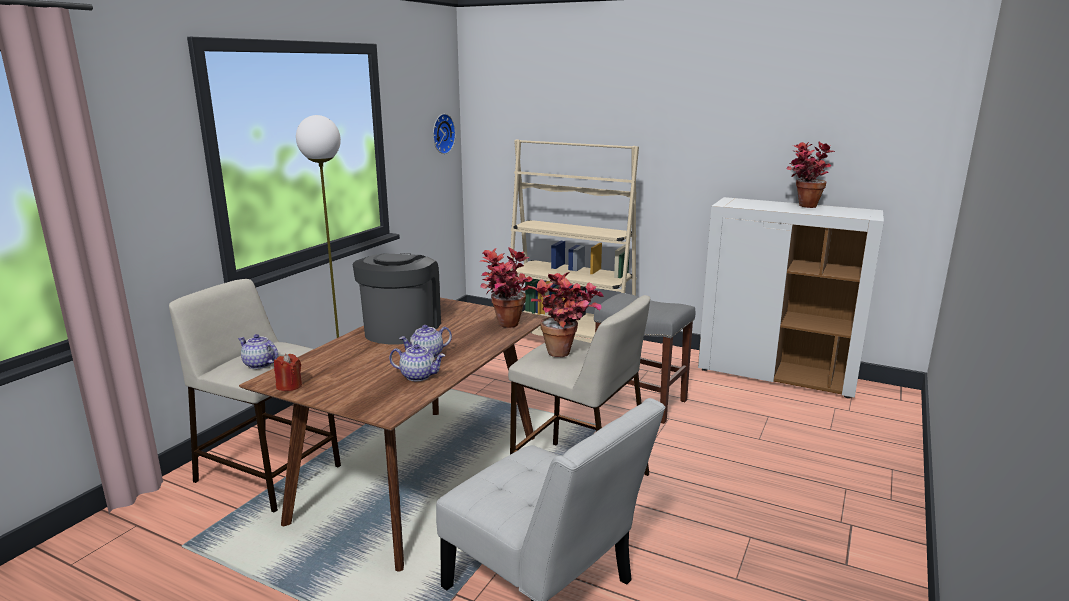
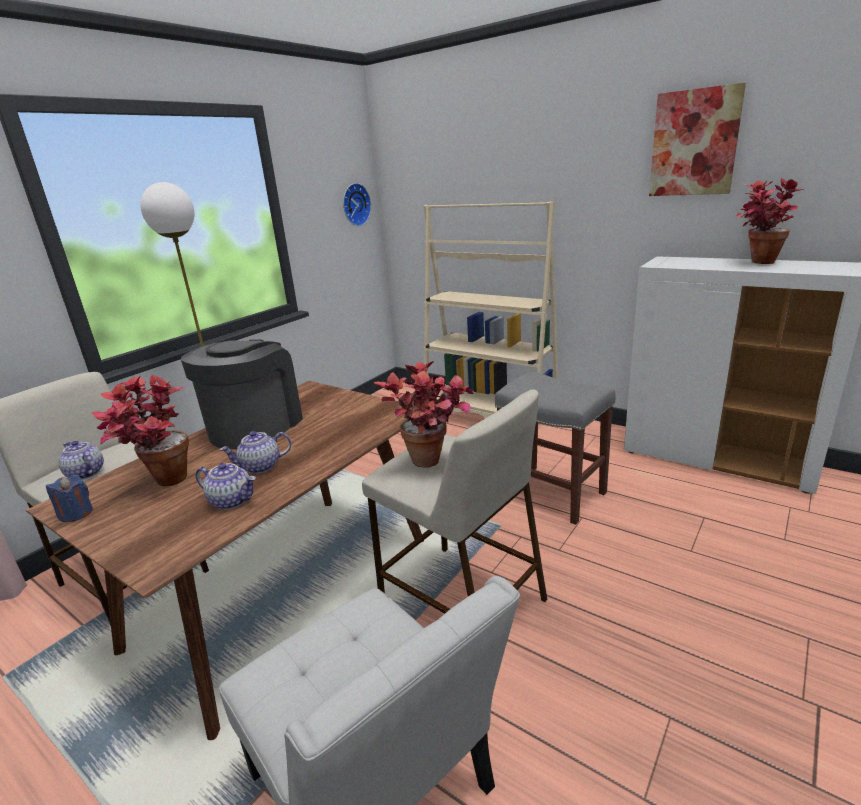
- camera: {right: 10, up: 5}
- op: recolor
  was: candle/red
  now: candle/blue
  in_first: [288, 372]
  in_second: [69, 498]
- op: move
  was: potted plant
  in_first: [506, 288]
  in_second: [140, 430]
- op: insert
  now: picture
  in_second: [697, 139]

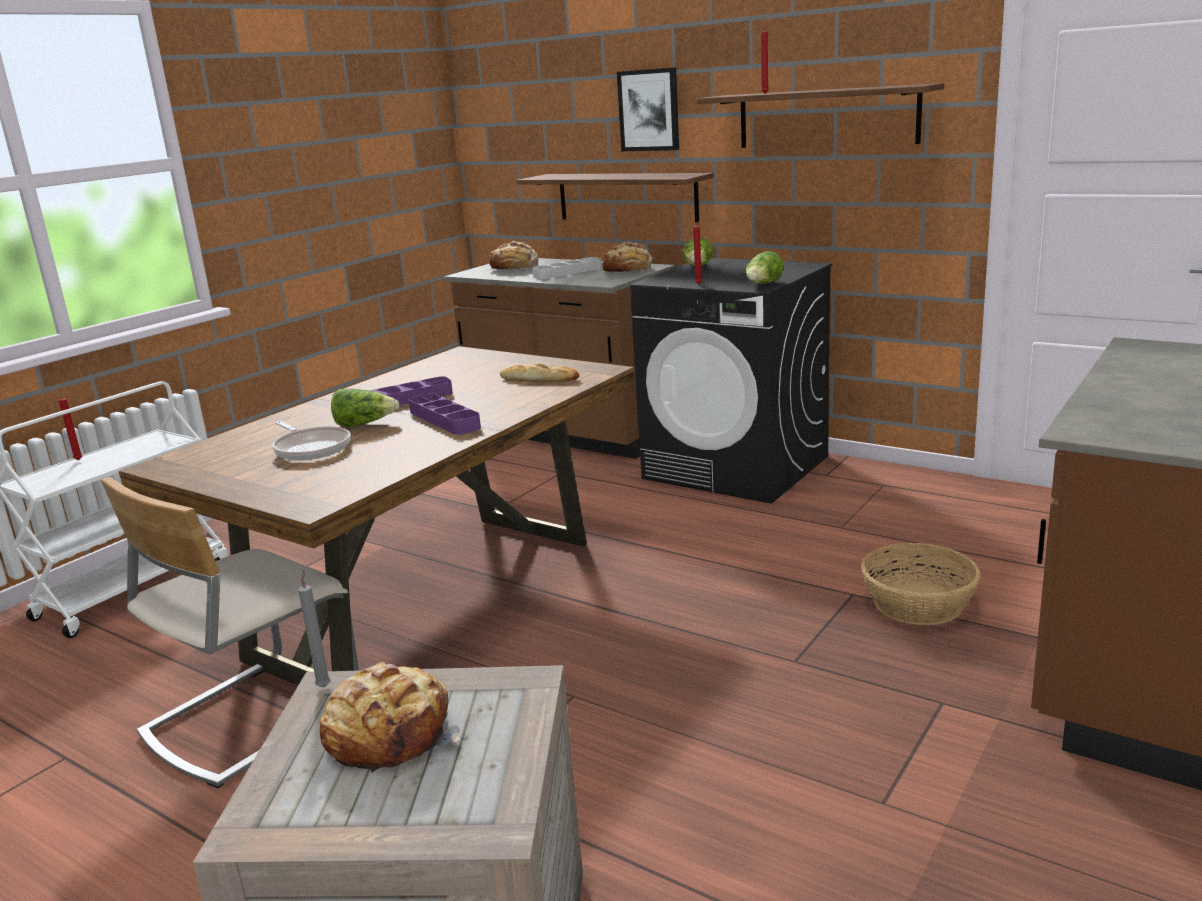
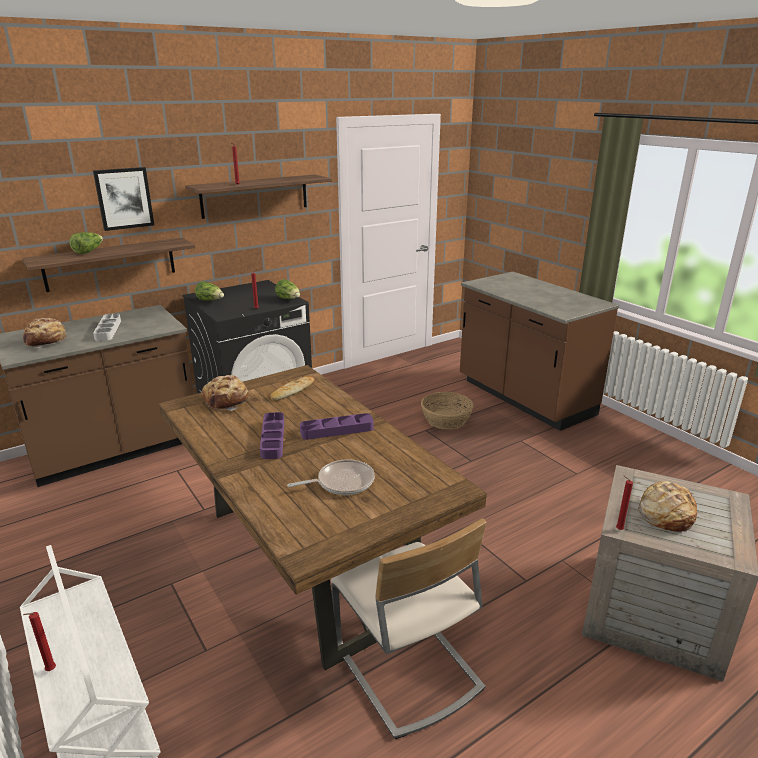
- camera: {right: -70, up: 5}
- op: recolor
  was: candle/grey
  now: candle/red
  in_first: [314, 629]
  in_second: [624, 502]
- op: move
  was: lettuce
  in_first: [365, 407]
  in_second: [86, 243]
- op: move
  was: bread
  in_first: [628, 257]
  in_second: [226, 393]

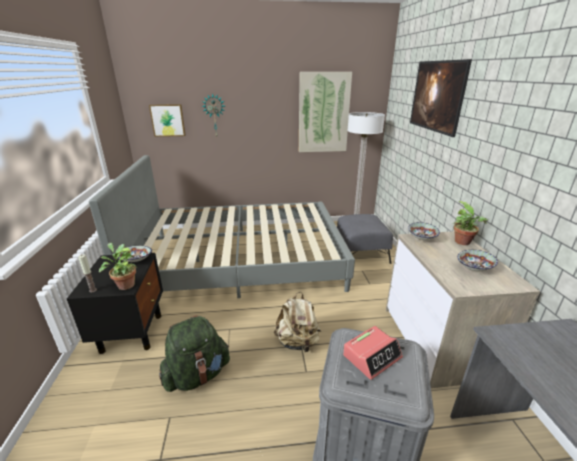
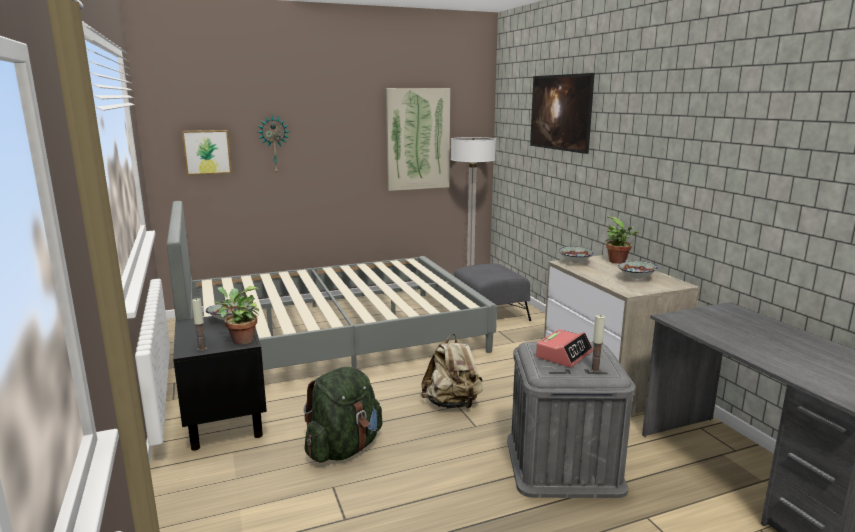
- camera: {right: -15, up: -10}
- op: insert
  now: candle
  in_second: [597, 343]

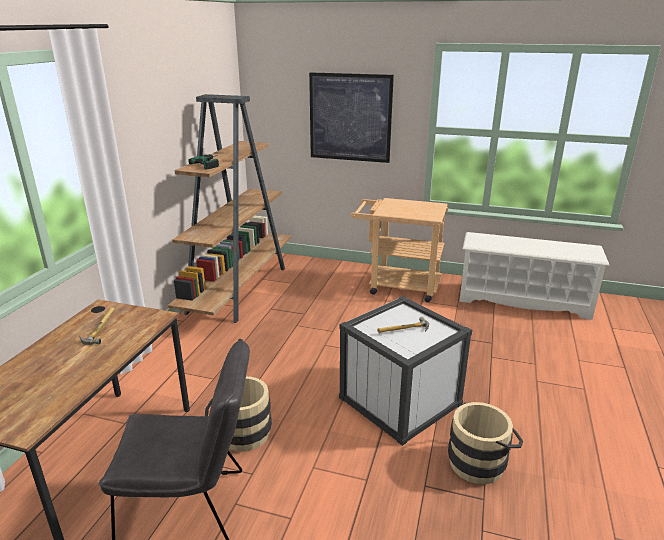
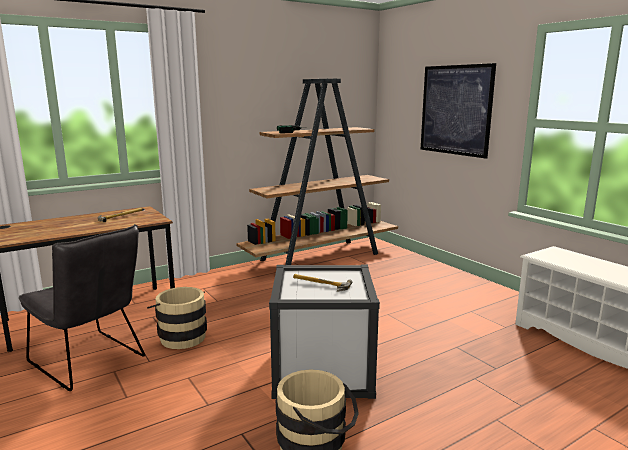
- camera: {right: 40, up: -10}
- op: delete
  was: cart/beige
  in_first: [399, 250]

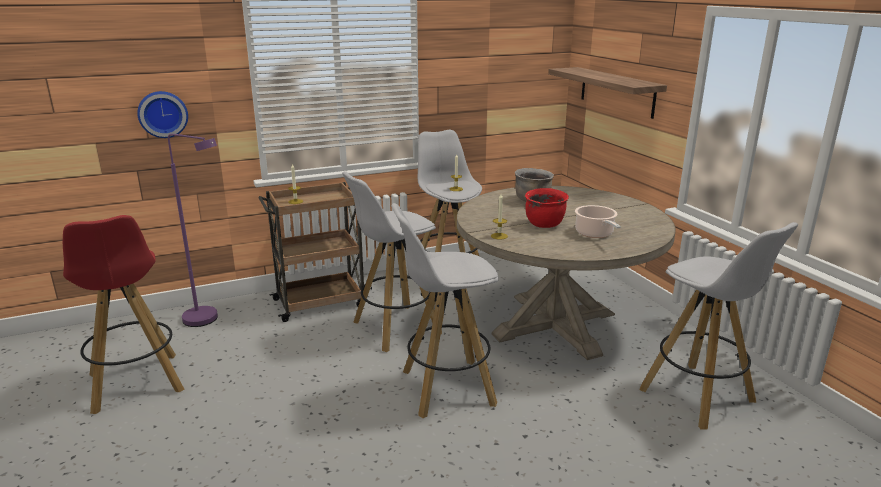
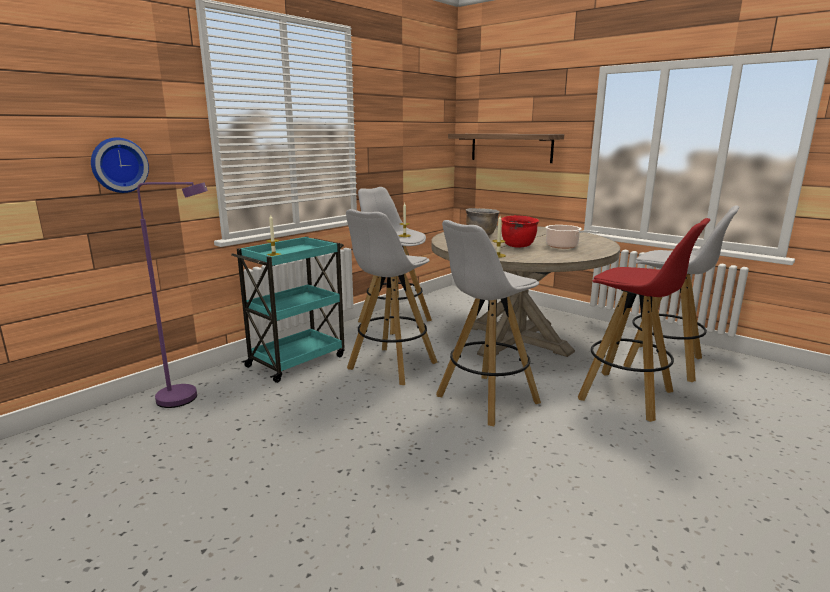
- camera: {right: -25, up: -5}
- op: move
  was: stool/red
  in_first: [123, 314]
  in_second: [644, 320]
- op: recolor
  was: cart/brown
  now: cart/turquoise
  in_first: [311, 252]
  in_second: [287, 309]

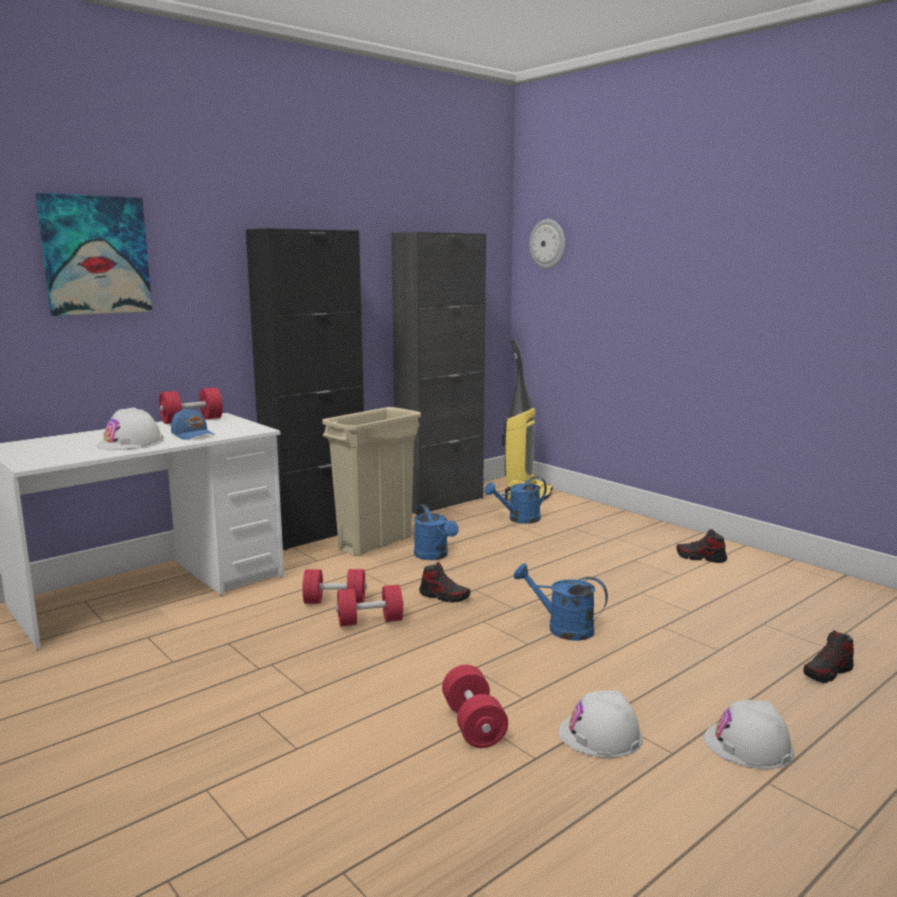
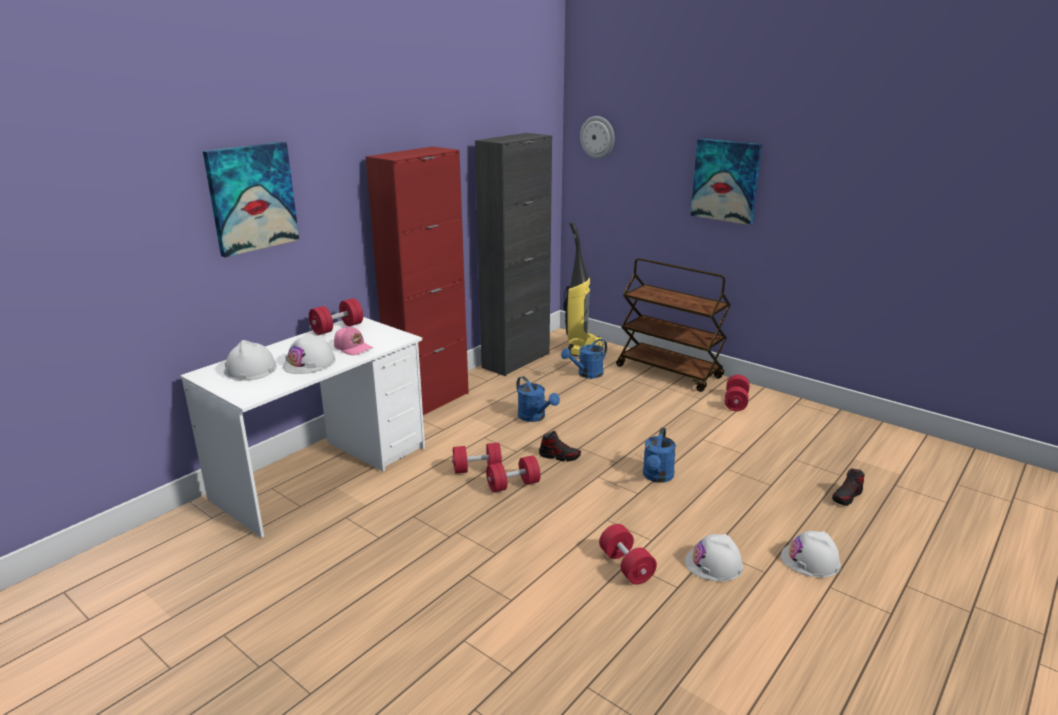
- camera: {right: -10, up: 10}
- op: recolor
  was: cap/blue
  now: cap/pink
  in_first: [193, 423]
  in_second: [353, 340]
- op: recolor
  was: cabinet/black
  now: cabinet/red
  in_first: [305, 389]
  in_second: [417, 280]
- op: delete
  was: trash can/beige
  in_first: [371, 481]
- op: rotate
  was: watering can/blue
  in_first: [560, 602]
  in_second: [659, 455]
  clockwise: -90
- op: replace
  was: shoe
  now: dumbbell/red
  in_first: [701, 546]
  in_second: [737, 393]
- op: insert
  now: hard hat/white
  in_second: [250, 360]
- op: insert
  now: cart/brown
  in_second: [673, 325]
- op: insert
  now: picture
  in_second: [726, 182]

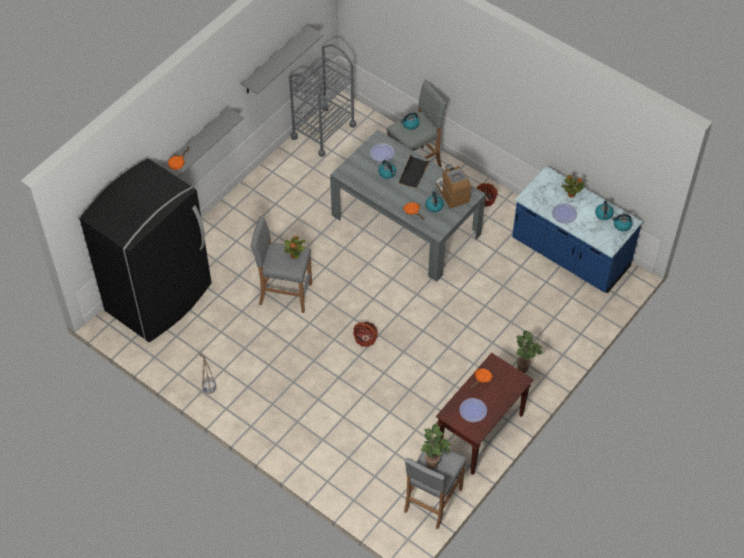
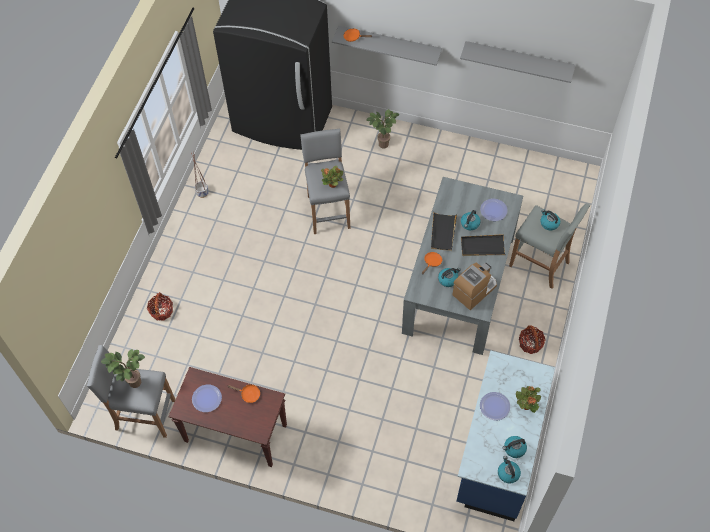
- camera: {right: 70, up: 5}
- op: delete
  was: cart/grey
  in_first: [322, 100]
- op: move
  was: basket
  in_first: [365, 334]
  in_second: [160, 306]
- op: move
  was: potted plant
  in_first: [529, 351]
  in_second: [383, 129]
- op: insert
  now: tray/black
  in_second: [444, 231]

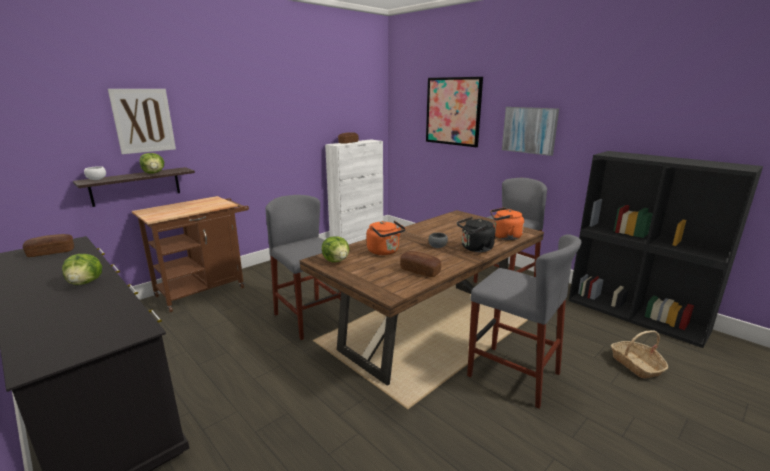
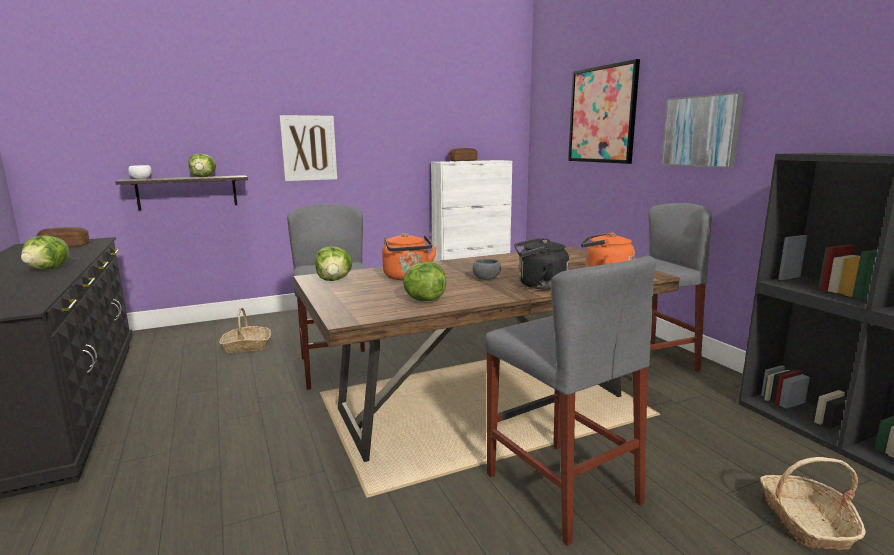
- camera: {right: 20, up: -5}
- op: move
  was: picture
  in_first: [142, 121]
  in_second: [308, 148]
- op: delete
  was: cart/brown
  in_first: [190, 254]
- op: replace
  was: bread
  now: lettuce
  in_first: [420, 264]
  in_second: [424, 281]
- op: insert
  now: basket
  in_second: [245, 330]

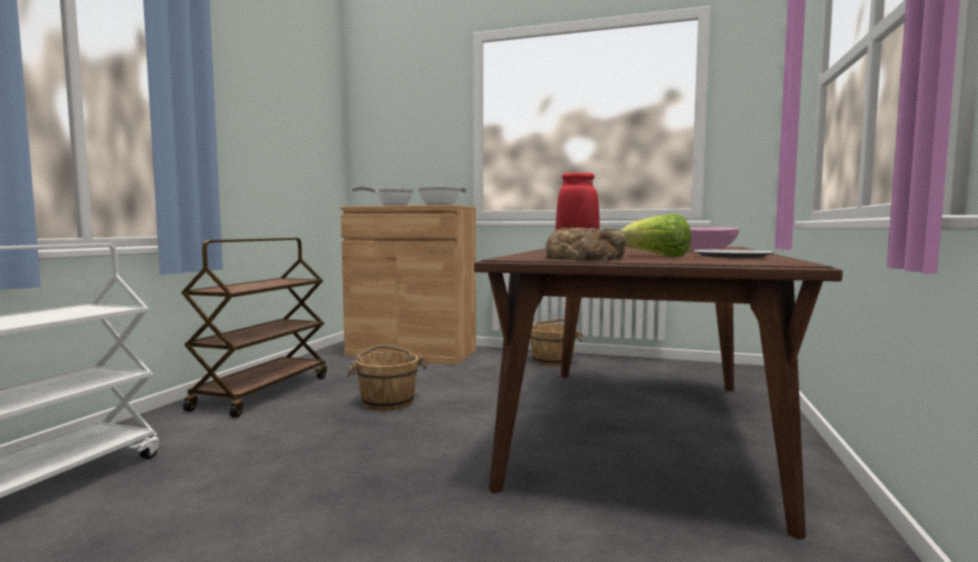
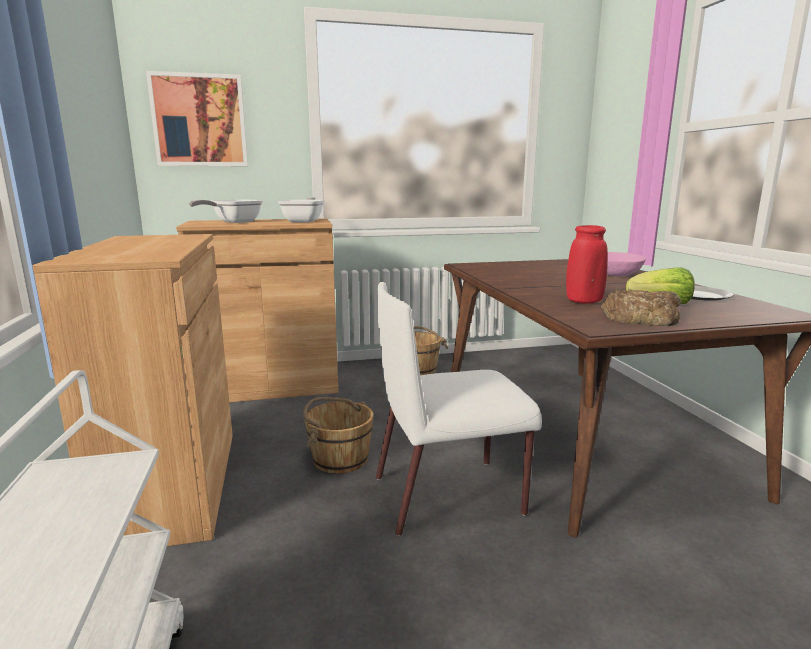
- camera: {right: -30, up: 10}
- op: replace
  was: cart/brown
  now: cabinet/brown
  in_first: [254, 328]
  in_second: [133, 390]
- op: insert
  now: picture
  in_second: [197, 118]
- op: insert
  now: chair/white
  in_second: [459, 409]

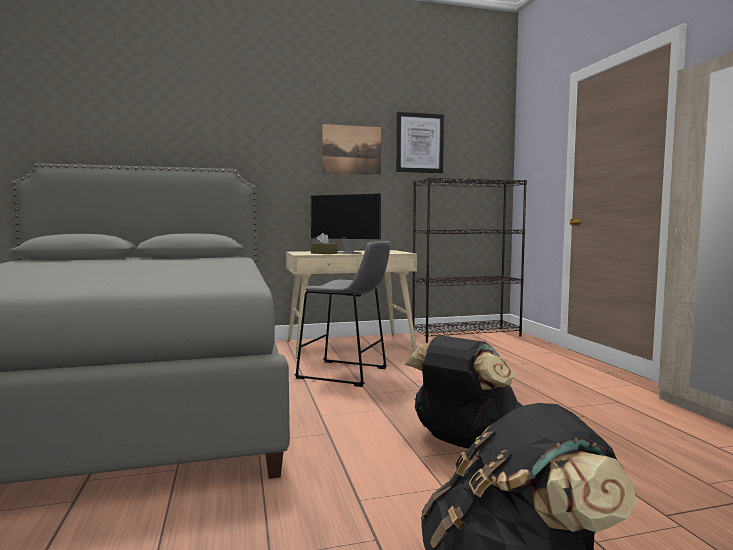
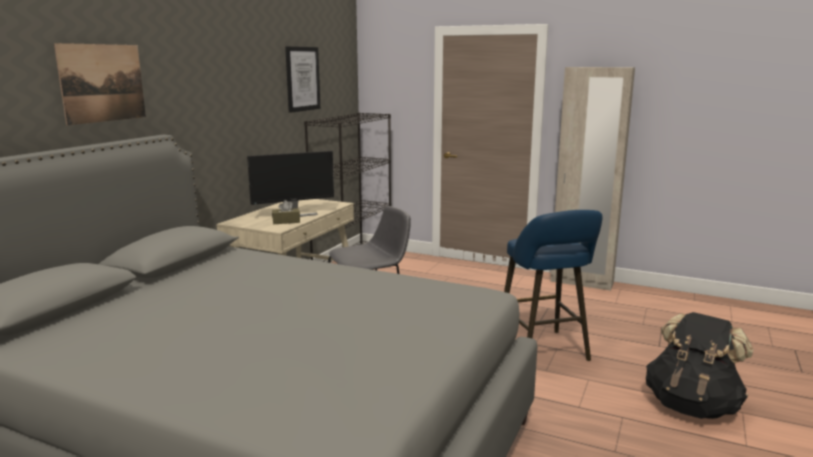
- camera: {right: -50, up: 10}
- op: move
  was: picture
  in_first: [351, 149]
  in_second: [100, 84]
- op: replace
  was: backpack/black
  now: stool/blue
  in_first: [464, 392]
  in_second: [553, 285]

